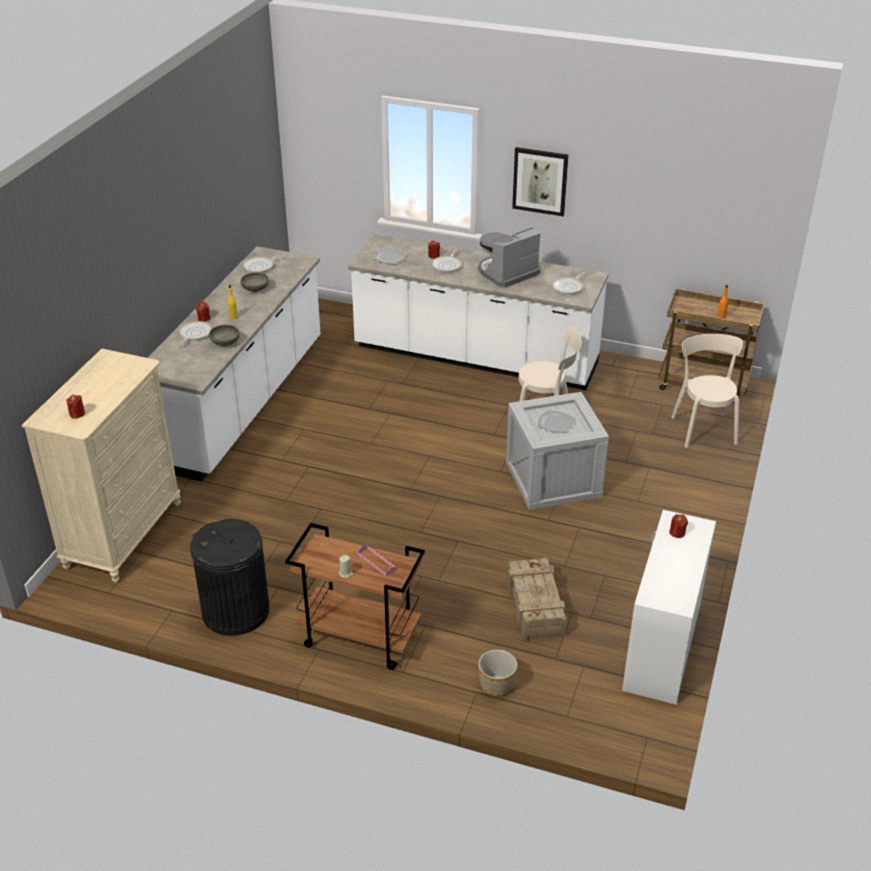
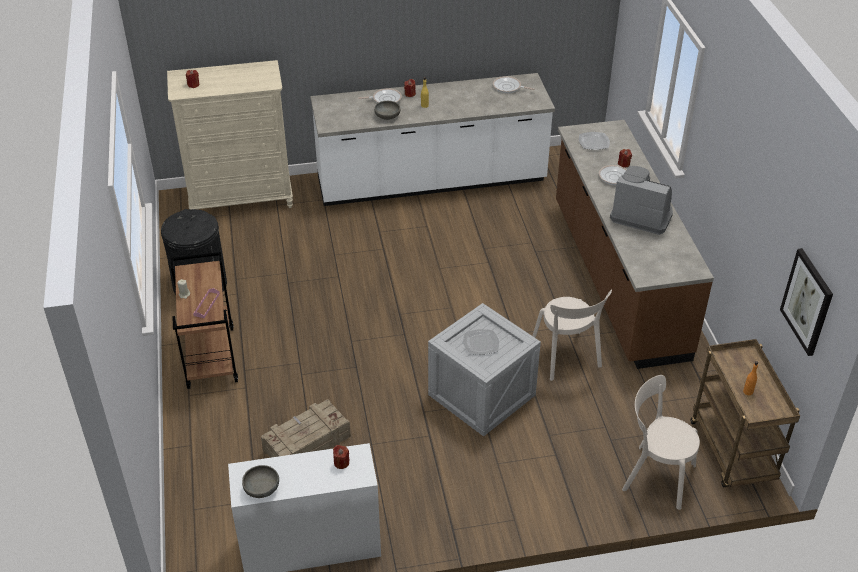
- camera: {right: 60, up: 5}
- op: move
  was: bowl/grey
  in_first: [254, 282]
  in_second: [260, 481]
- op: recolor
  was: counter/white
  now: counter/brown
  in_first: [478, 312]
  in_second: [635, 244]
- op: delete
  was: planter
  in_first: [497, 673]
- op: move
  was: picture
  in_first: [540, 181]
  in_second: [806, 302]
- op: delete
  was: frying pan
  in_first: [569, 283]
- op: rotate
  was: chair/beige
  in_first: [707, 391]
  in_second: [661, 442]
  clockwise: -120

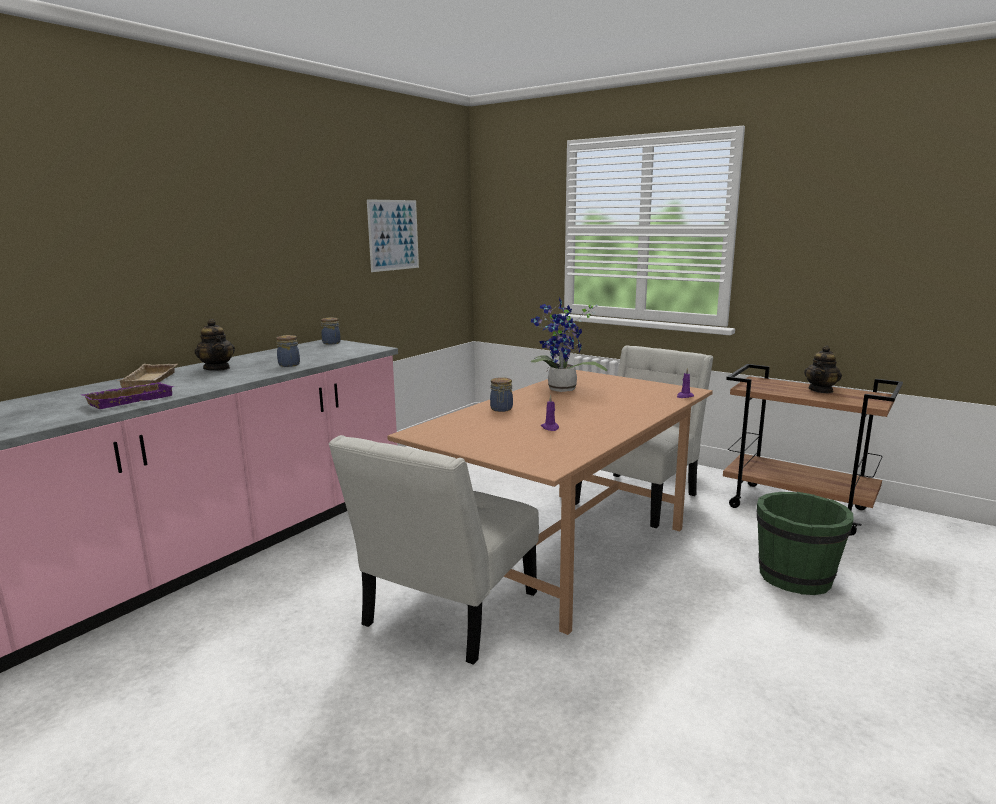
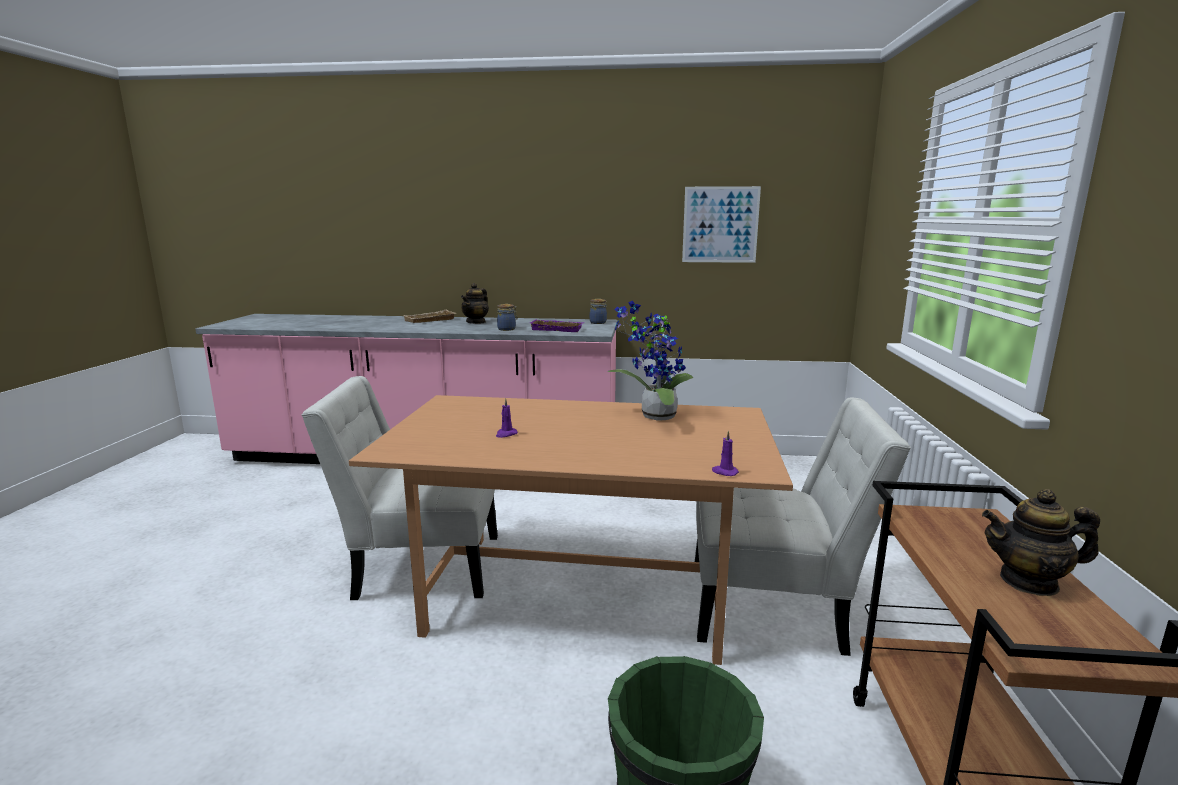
- camera: {right: 60, up: 0}
- op: move
  was: tray/purple
  in_first: [127, 395]
  in_second: [557, 325]
- op: delete
  was: jar
  in_first: [501, 394]

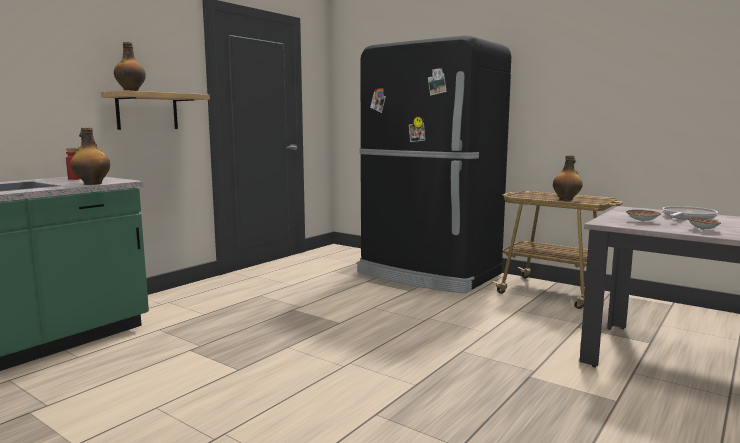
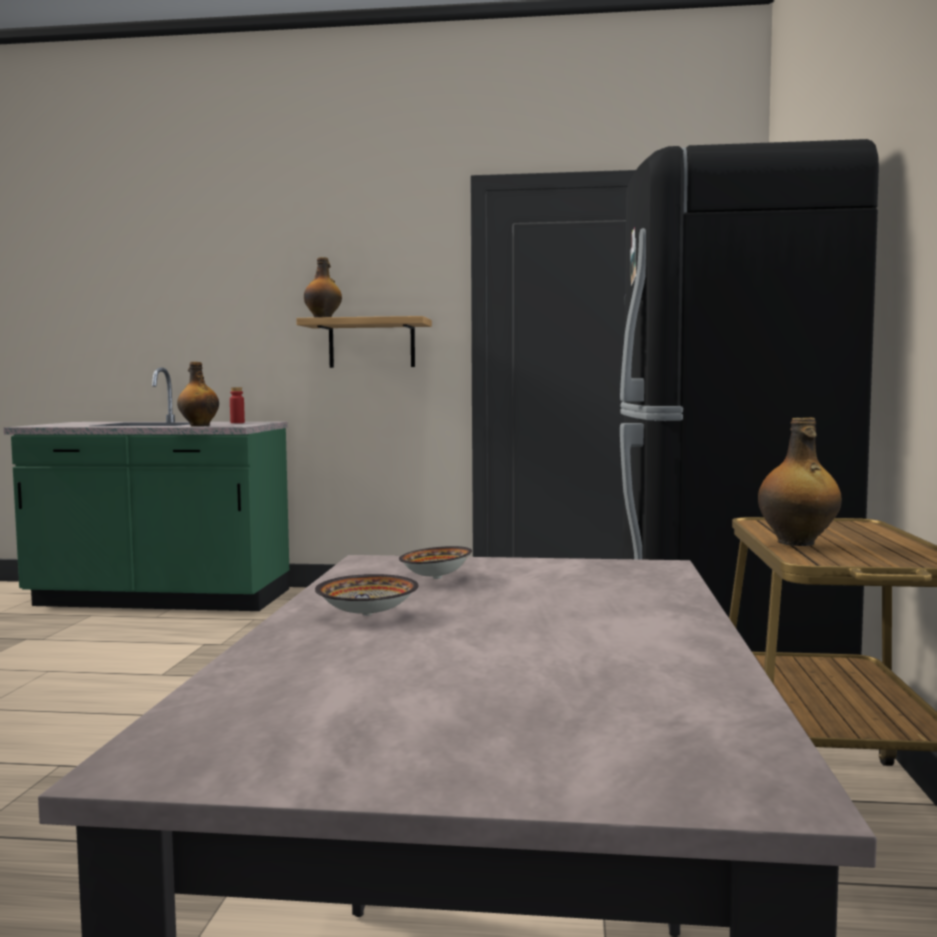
- camera: {right: 60, up: -5}
- op: delete
  was: frying pan
  in_first: [690, 213]

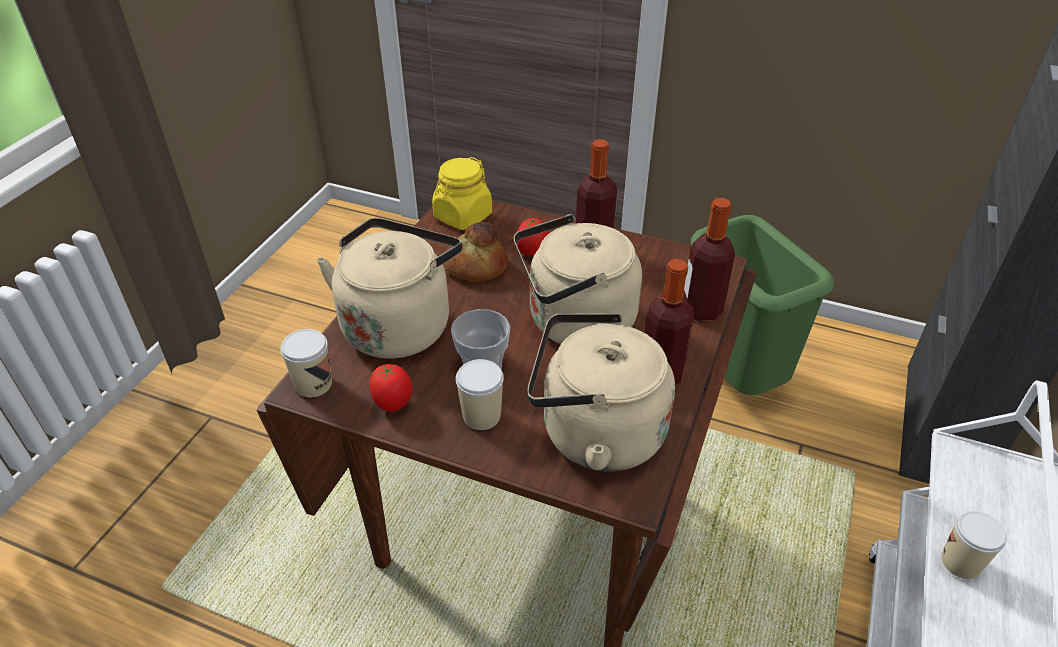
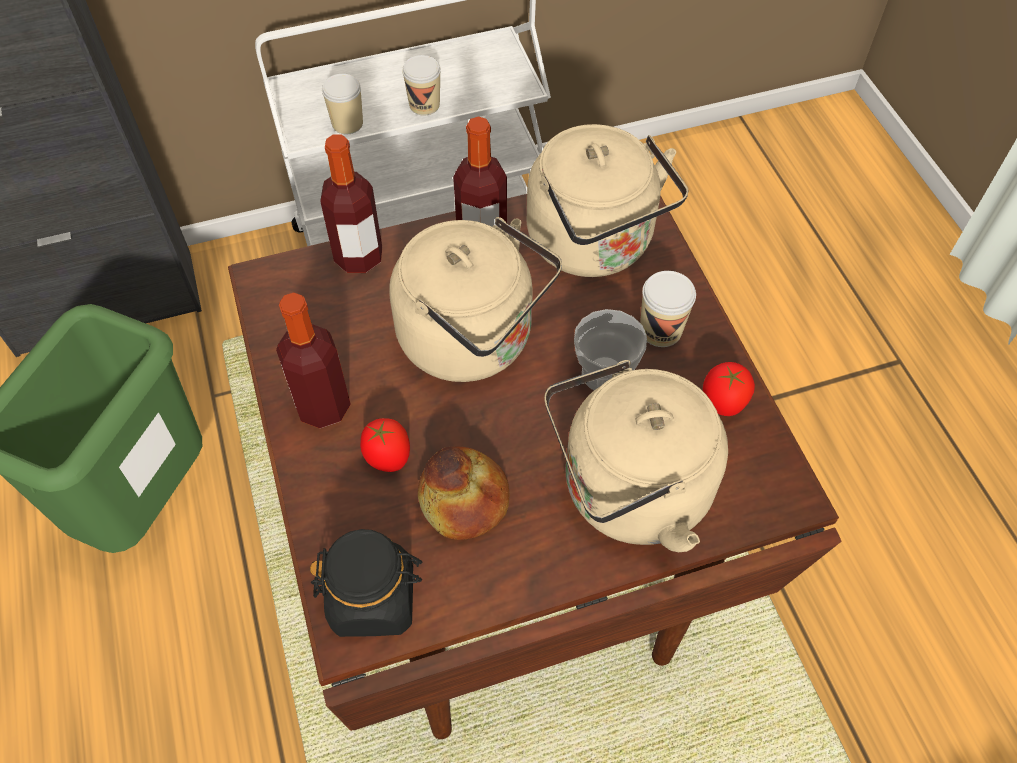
- camera: {right: -130, up: 15}
- op: move
  was: cup
  in_first: [306, 363]
  in_second: [342, 104]
- op: recolor
  was: jar/yellow
  now: jar/black
  in_first: [462, 193]
  in_second: [366, 583]

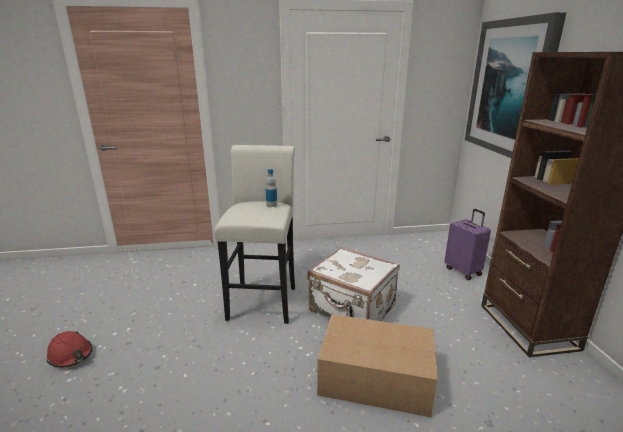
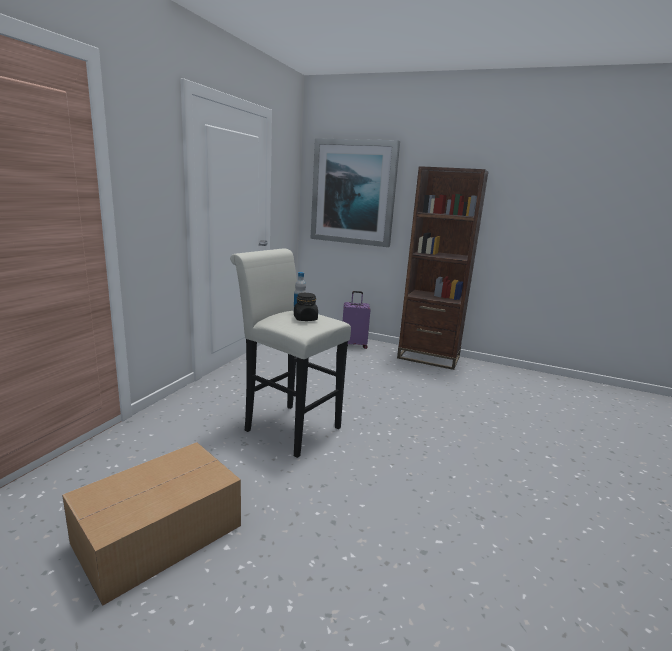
- camera: {right: -60, up: -5}
- op: delete
  was: hard hat/red
  in_first: [69, 349]
- op: delete
  was: suitcase/white
  in_first: [353, 284]
- op: move
  was: cardboard box
  in_first: [377, 365]
  in_second: [151, 524]
- op: insert
  now: jar/black
  in_second: [306, 307]

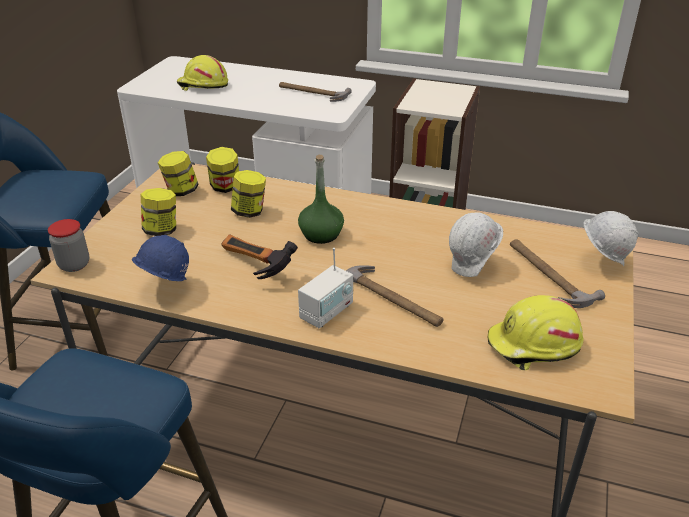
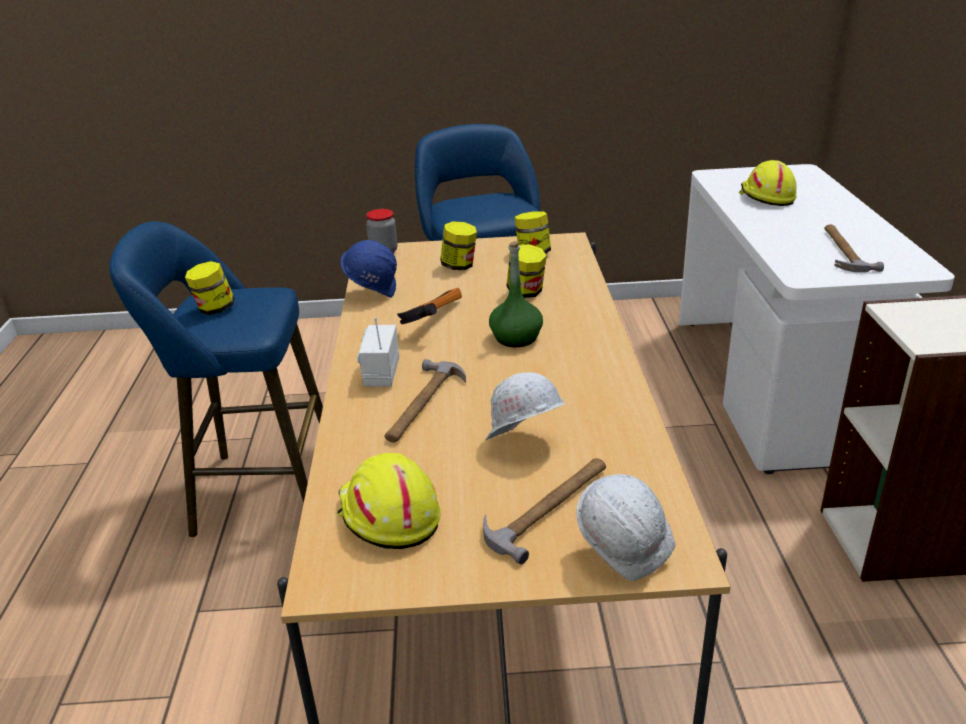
- camera: {right: 70, up: -5}
- op: move
  was: jar
  in_first: [222, 170]
  in_second: [209, 288]
- op: rotate
  was: radio
  in_first: [325, 288]
  in_second: [378, 352]
  clockwise: 75

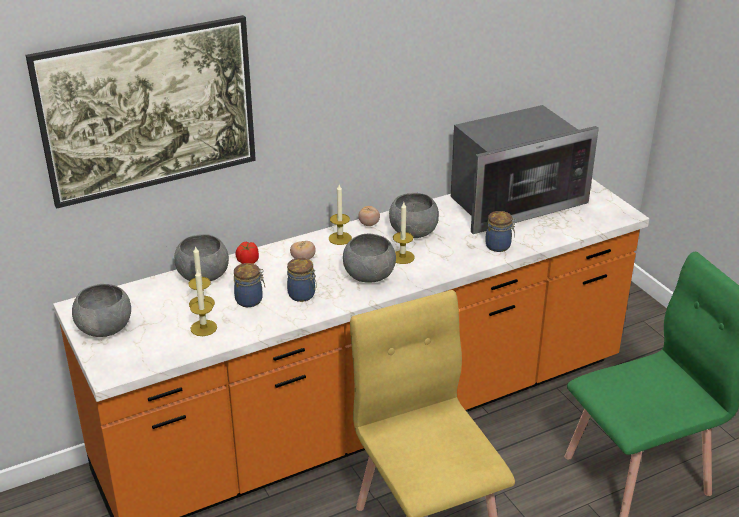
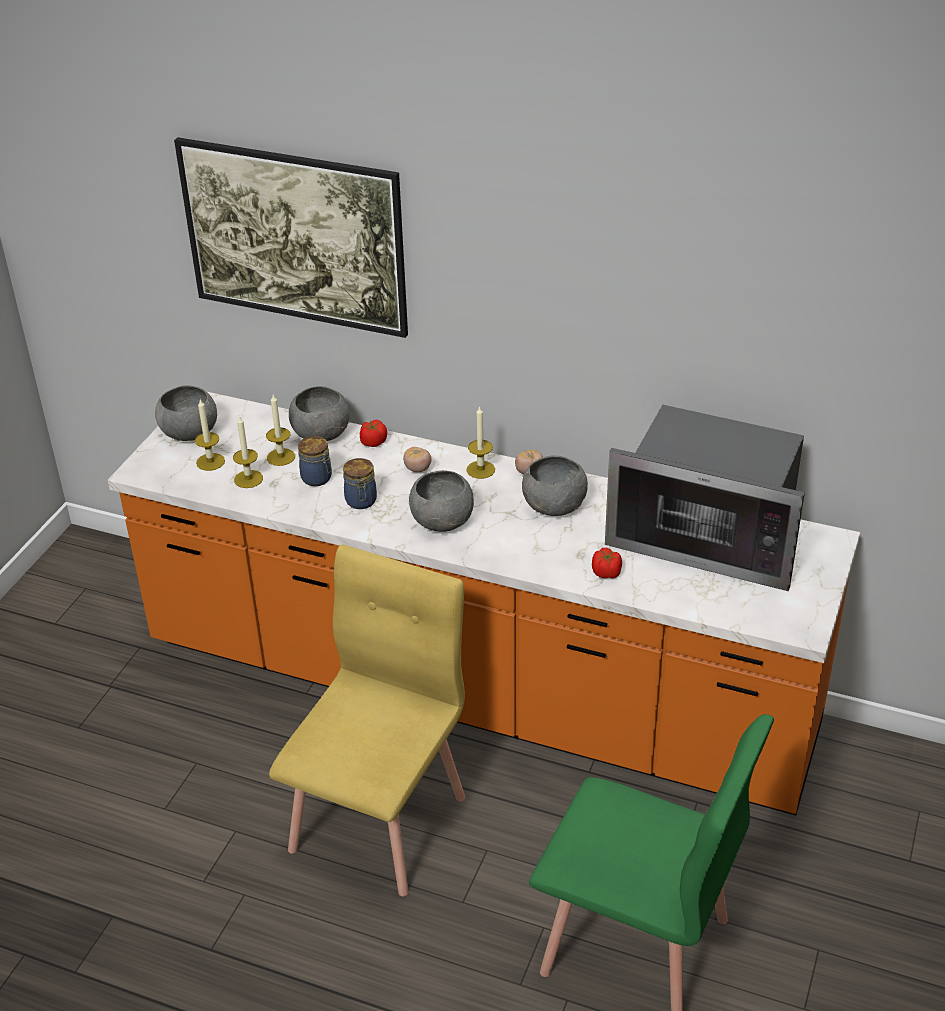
- camera: {right: 50, up: 5}
- op: move
  was: candle
  in_first: [404, 233]
  in_second: [210, 435]
- op: replace
  was: jar
  now: tomato
  in_first: [500, 231]
  in_second: [607, 563]

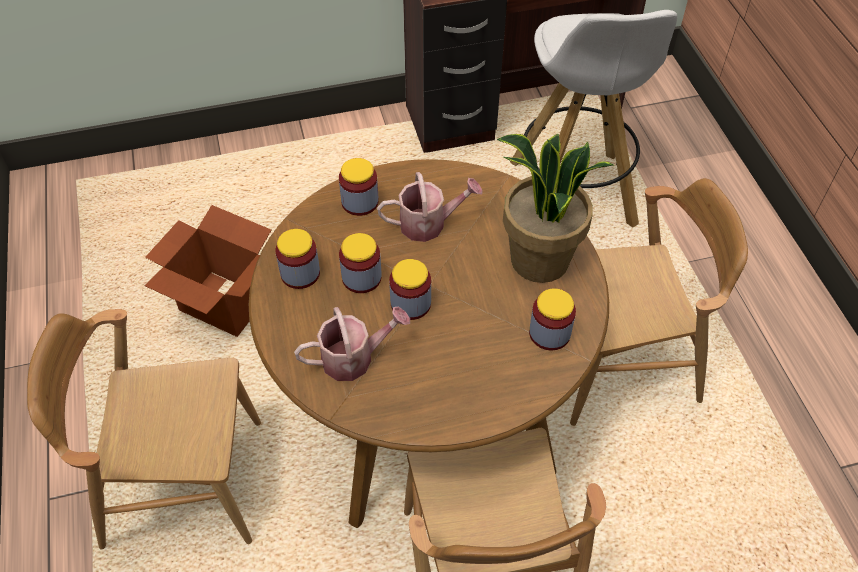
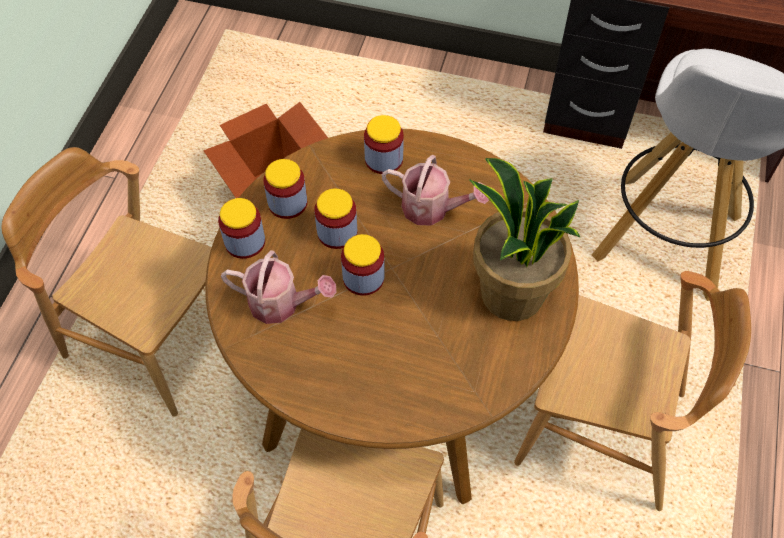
- camera: {right: 30, up: 5}
- op: move
  was: jar
  in_first: [552, 319]
  in_second: [241, 228]

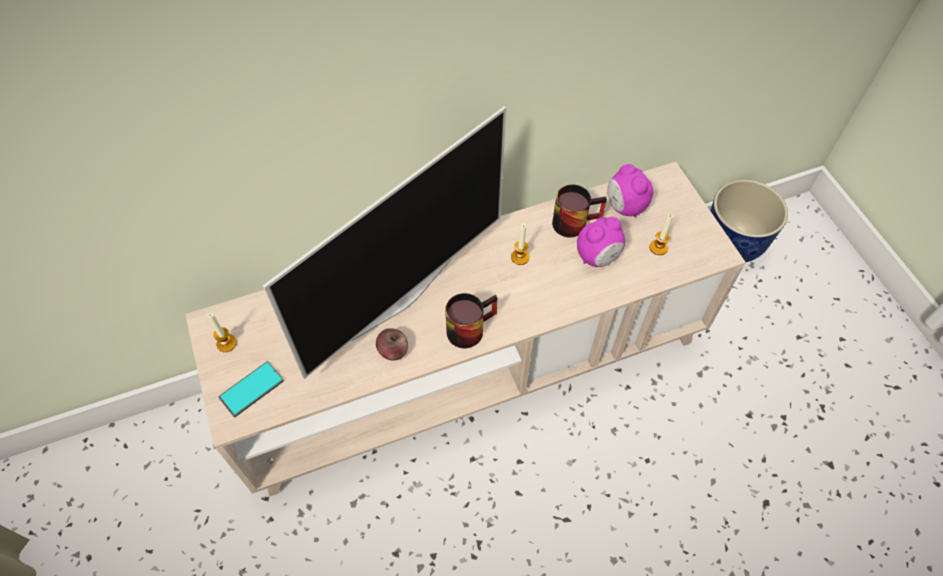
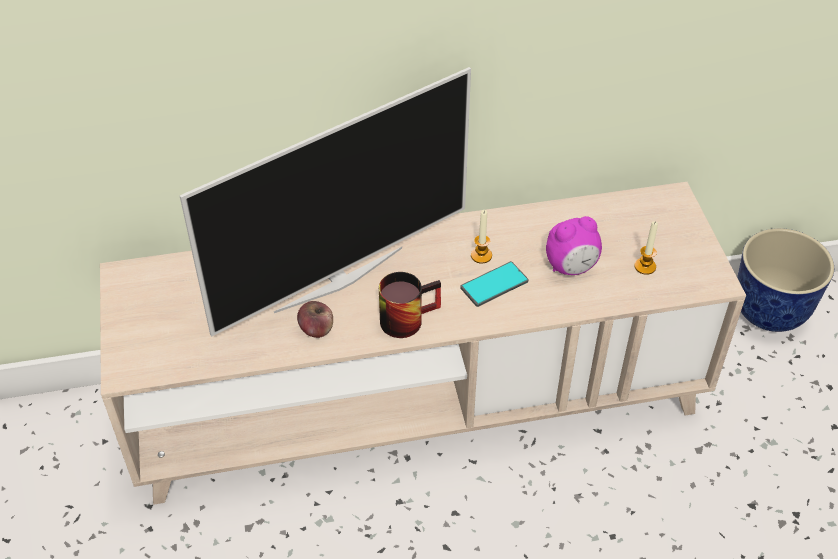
- camera: {right: 10, up: -10}
- op: delete
  was: candle
  in_first: [222, 332]
- op: move
  was: phone
  in_first: [251, 389]
  in_second: [494, 284]
- op: delete
  was: mug
  in_first: [579, 211]
- op: delete
  was: alarm clock
  in_first: [630, 191]

